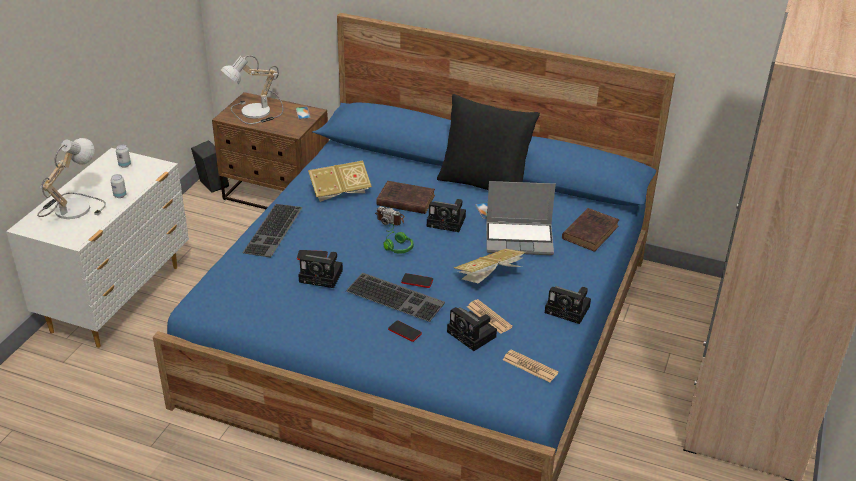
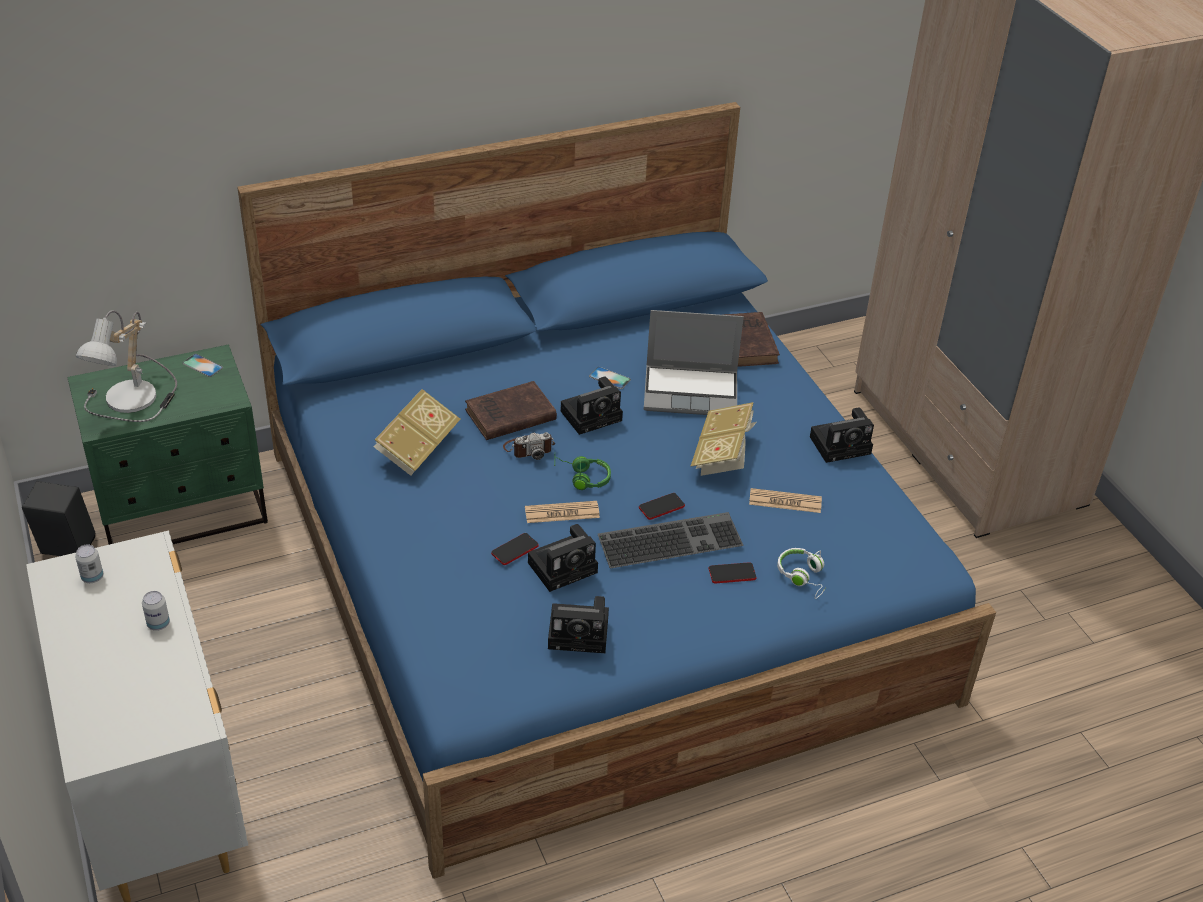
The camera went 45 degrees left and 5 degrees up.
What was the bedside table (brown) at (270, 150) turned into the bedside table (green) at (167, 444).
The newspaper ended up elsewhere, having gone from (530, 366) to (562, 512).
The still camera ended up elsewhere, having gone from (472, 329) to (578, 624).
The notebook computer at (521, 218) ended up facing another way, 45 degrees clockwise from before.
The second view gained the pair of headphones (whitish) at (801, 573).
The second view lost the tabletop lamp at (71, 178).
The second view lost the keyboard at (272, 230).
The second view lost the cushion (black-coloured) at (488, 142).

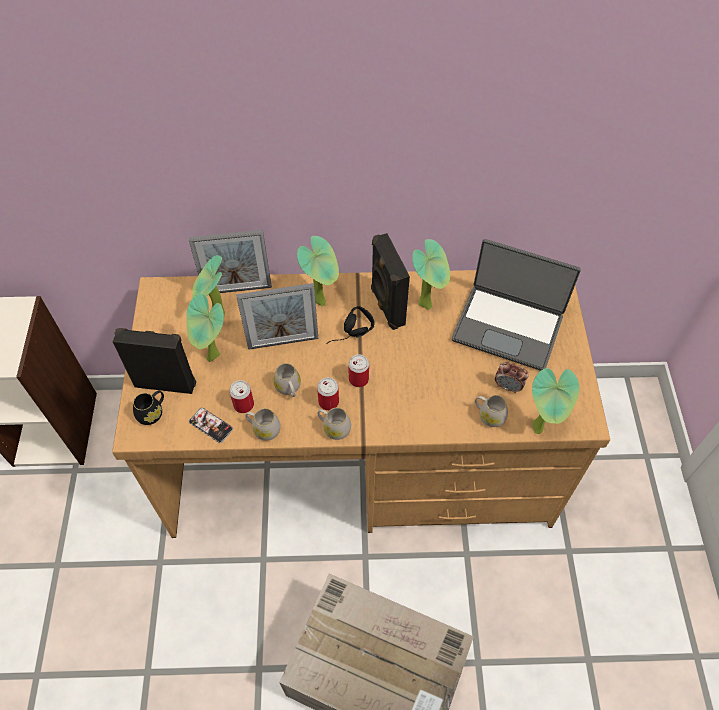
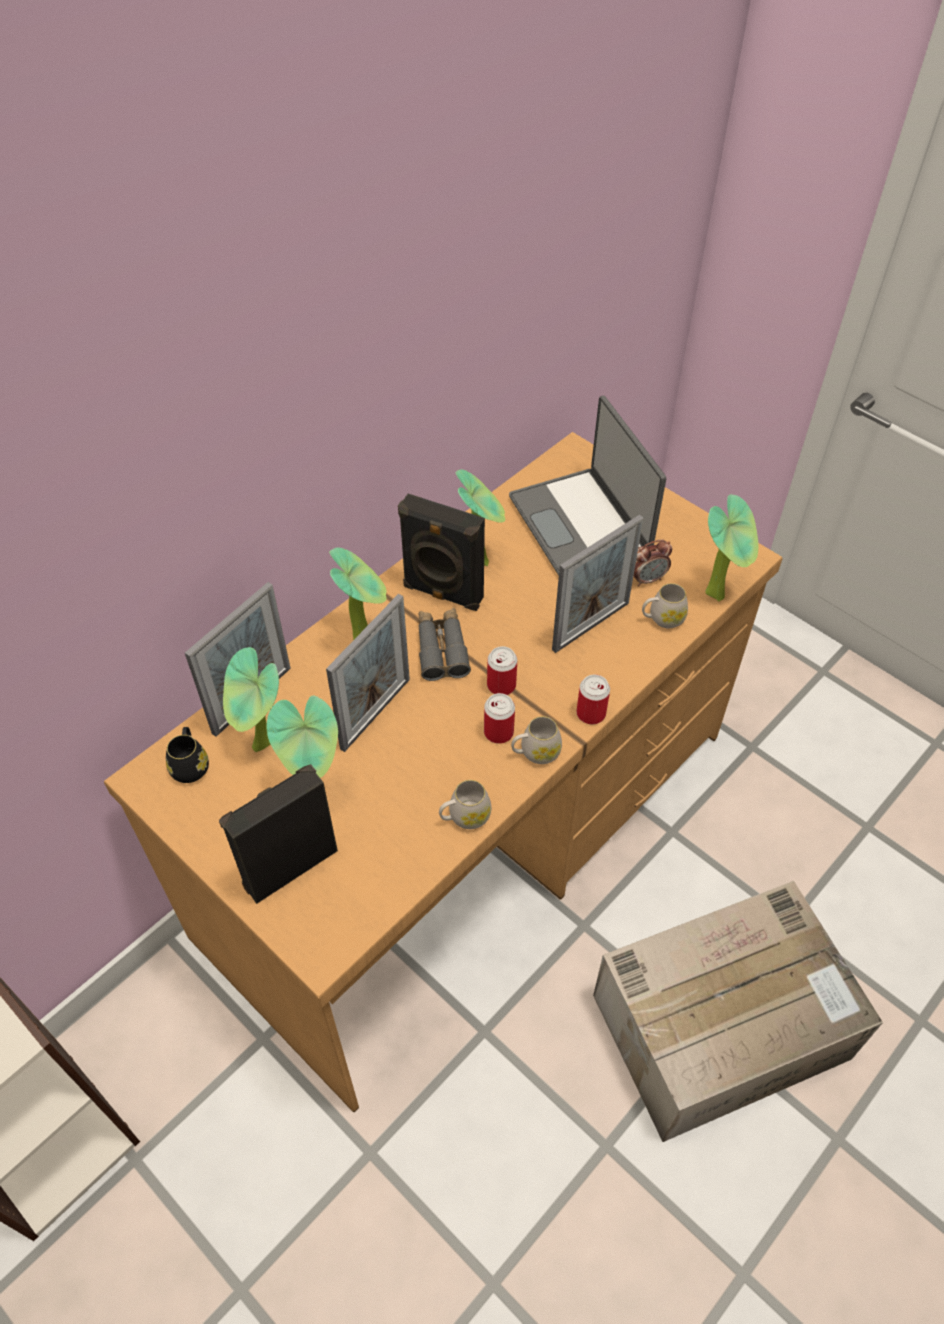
The camera went 45 degrees left and 5 degrees down.
The mug (black-coloured) ended up elsewhere, having gone from (148, 408) to (187, 755).
Where the pair of headphones (black-coloured) stood at (351, 325), the binoculars (gray) came to stand at (445, 644).
The notebook computer at (516, 305) ended up facing another way, 90 degrees clockwise from before.
The second view gained the standing frame at (598, 584).
The metal can ended up elsewhere, having gone from (241, 396) to (593, 699).
The second view lost the handset at (211, 425).
The second view lost the mug (whitish) at (287, 380).

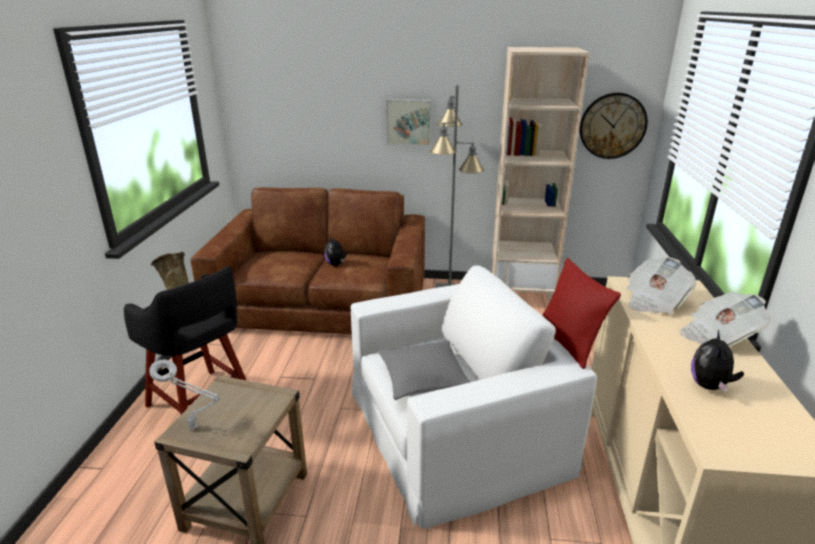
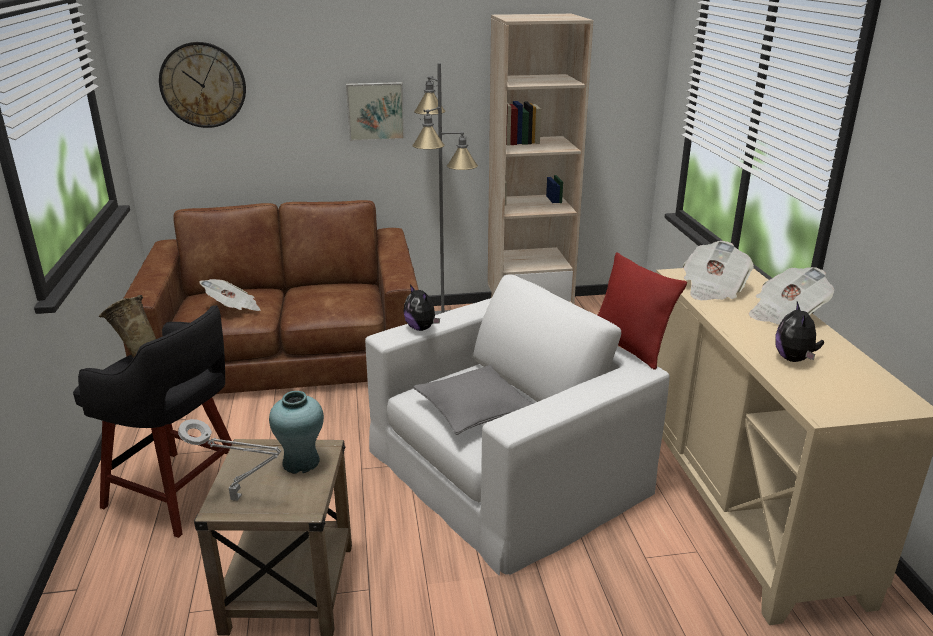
The camera went 15 degrees left and 0 degrees up.
The clock on the wall ended up elsewhere, having gone from (614, 126) to (202, 85).
The second view gained the newspaper at (230, 295).
The second view gained the flower vase (turquoise) at (296, 432).
The cuddly toy ended up elsewhere, having gone from (335, 251) to (421, 308).

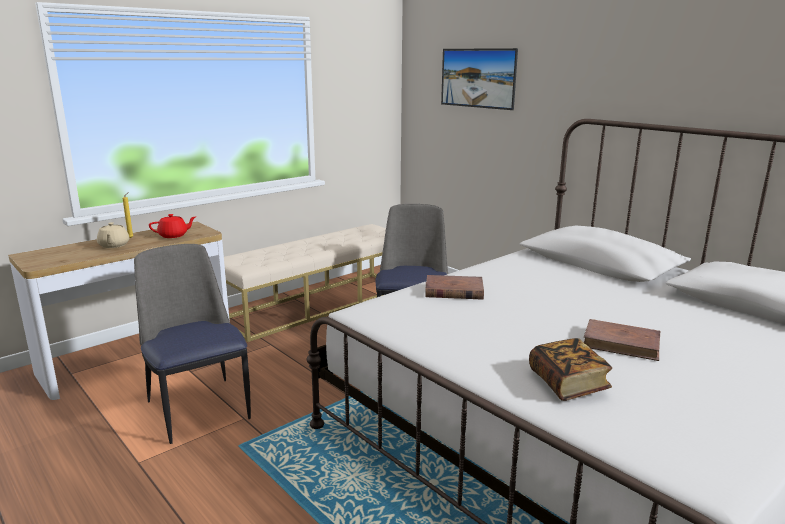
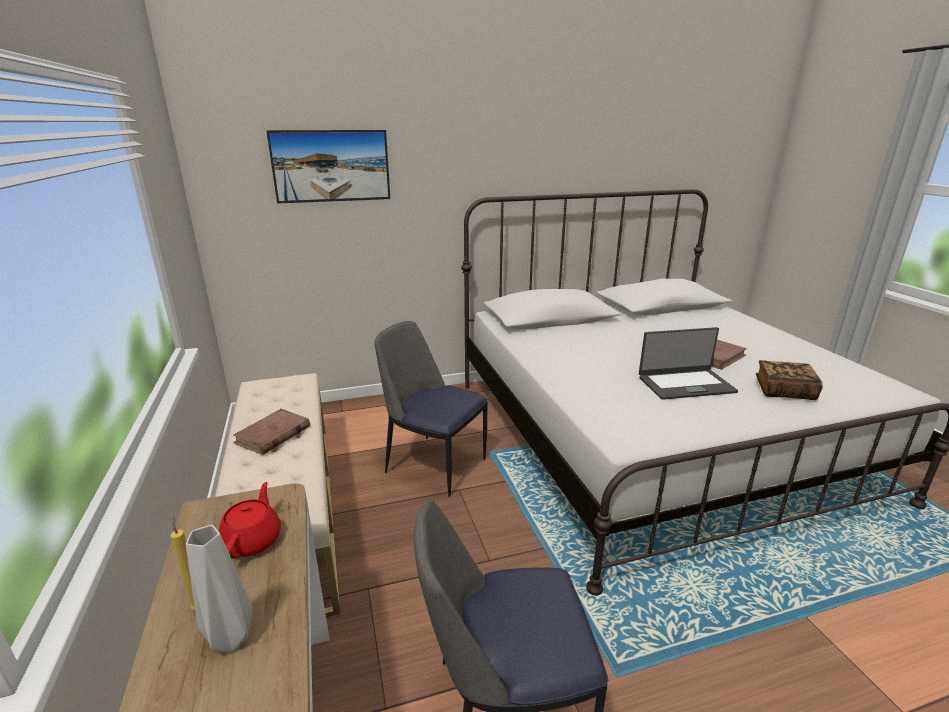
The camera went 65 degrees left and 5 degrees up.
Where the teapot (beige) stood at (113, 235), the flower vase (gray) came to stand at (219, 589).
The book (brown) ended up elsewhere, having gone from (454, 287) to (271, 432).
The second view gained the notebook computer at (688, 363).

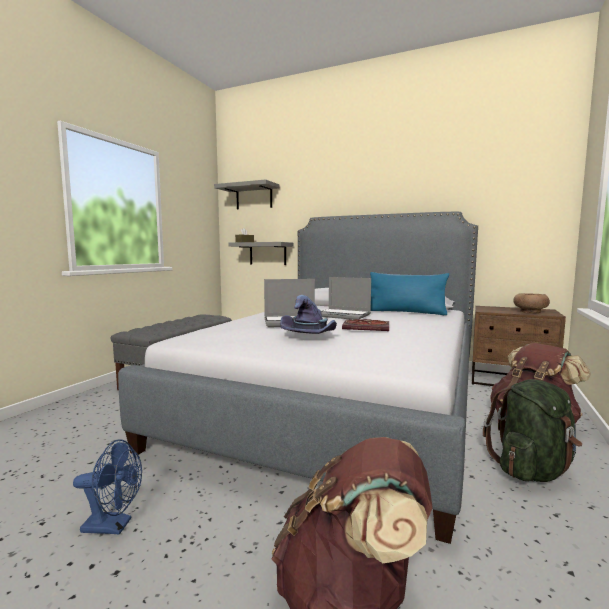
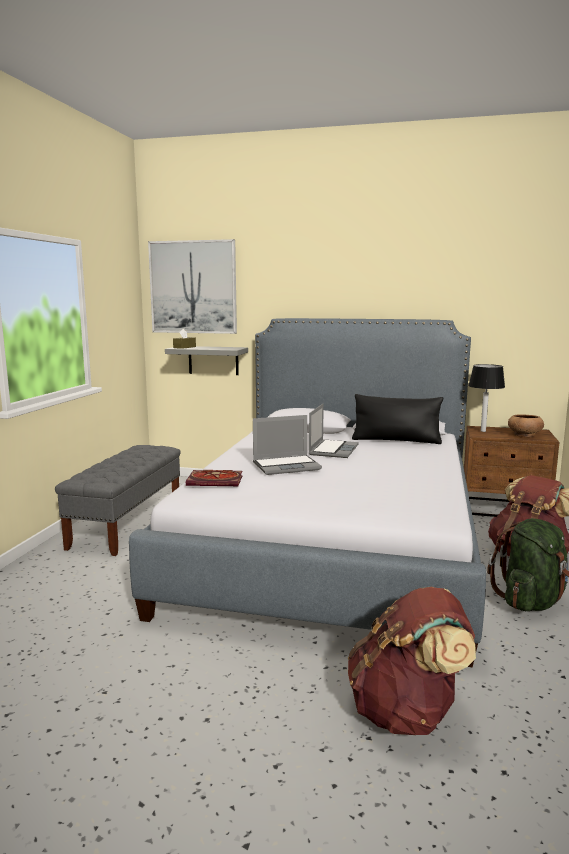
The camera went 10 degrees left and 5 degrees up.
Where the bracket shelf (gray) hung at (246, 194), the wall picture came to hang at (192, 286).
The book ended up elsewhere, having gone from (365, 325) to (214, 478).
The notebook computer at (346, 298) ended up facing another way, 90 degrees counterclockwise from before.
What was the cushion (bluish) at (409, 293) turned into the cushion (black-coloured) at (397, 419).
The second view gained the tabletop lamp at (486, 398).
The second view lost the cooling fan (bluish) at (107, 486).
The second view lost the hat (purple) at (308, 314).

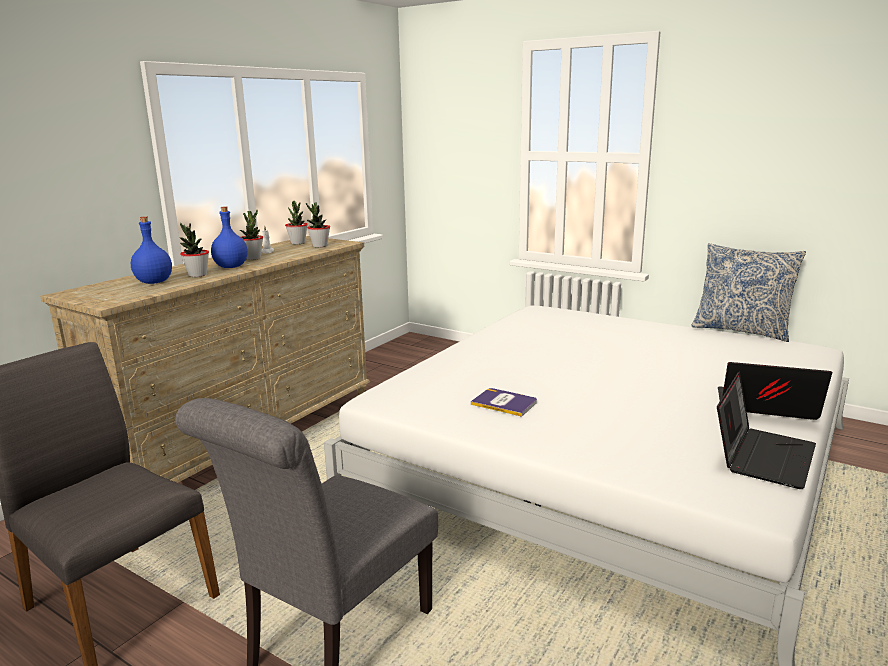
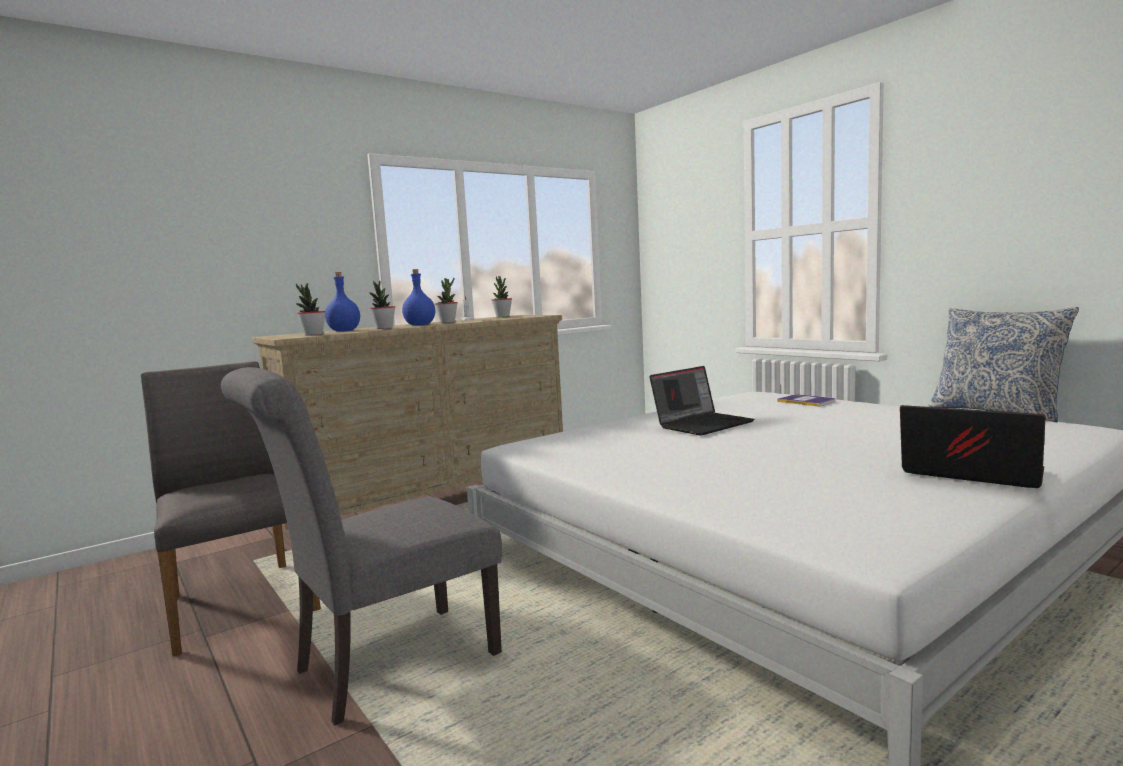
The camera went 20 degrees right and 10 degrees down.
The plant in a pot ended up elsewhere, having gone from (318, 225) to (311, 309).
The notebook computer ended up elsewhere, having gone from (766, 430) to (701, 401).
The book ended up elsewhere, having gone from (504, 402) to (806, 400).

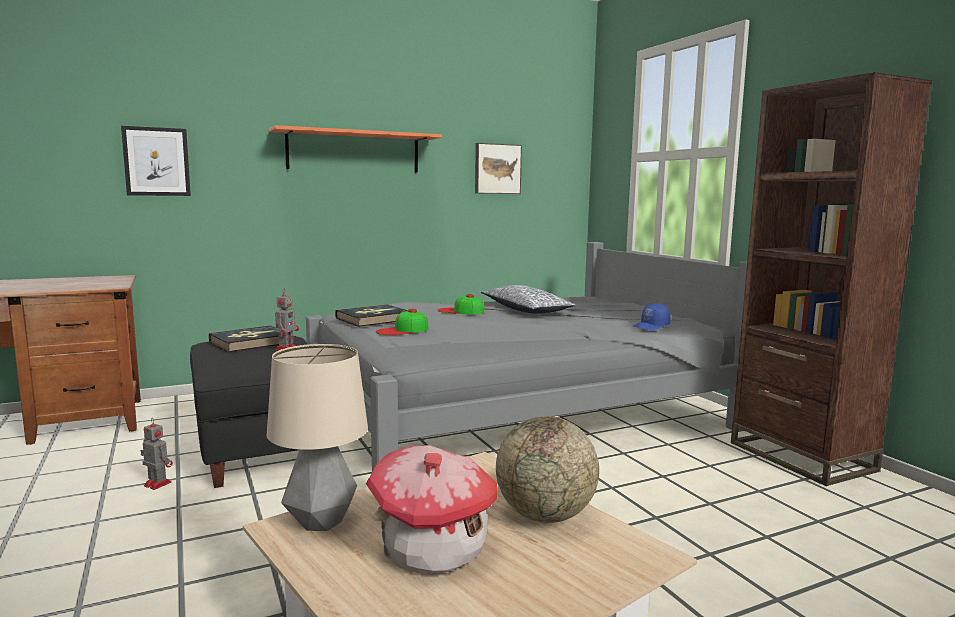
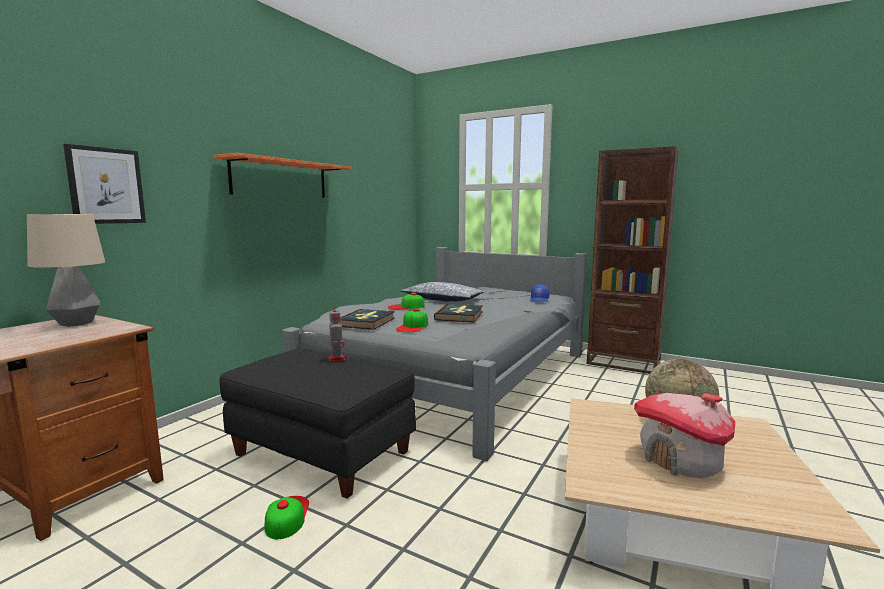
The camera went 35 degrees left and 0 degrees up.
The tabletop lamp ended up elsewhere, having gone from (317, 437) to (66, 270).
Where the model robot stood at (157, 454), the peaked cap came to stand at (287, 517).
The book ended up elsewhere, having gone from (244, 338) to (458, 313).
The second view lost the wall picture at (498, 168).

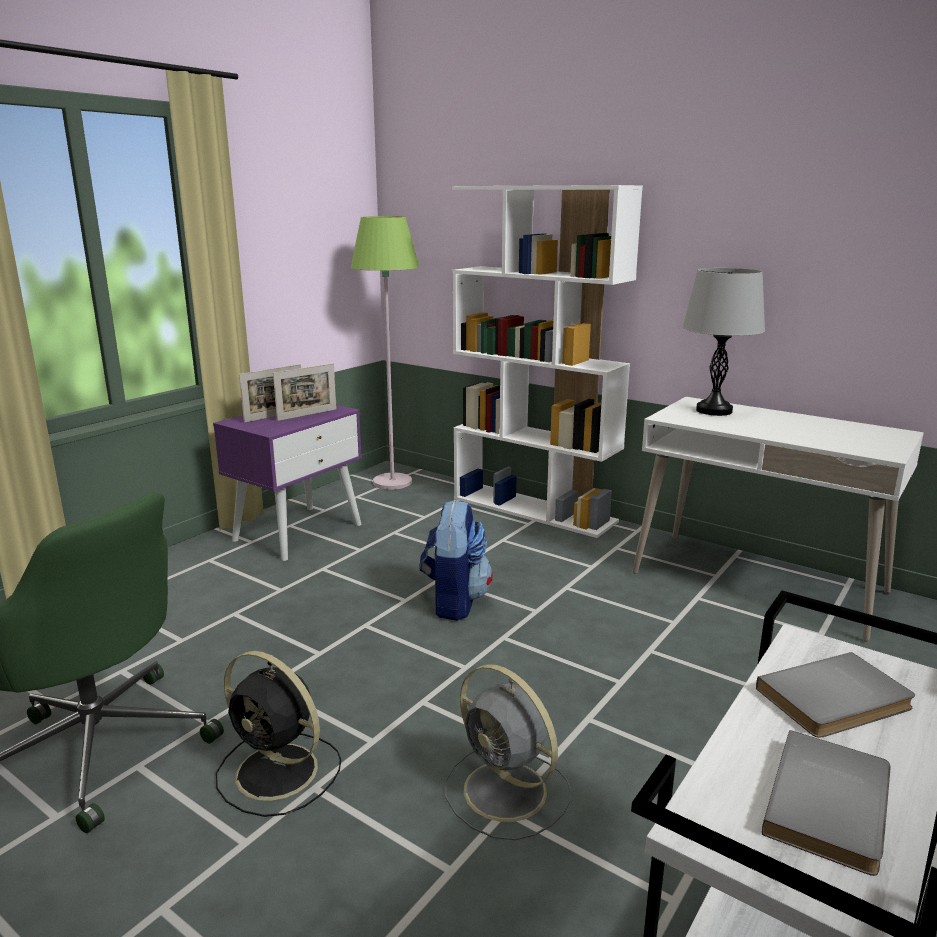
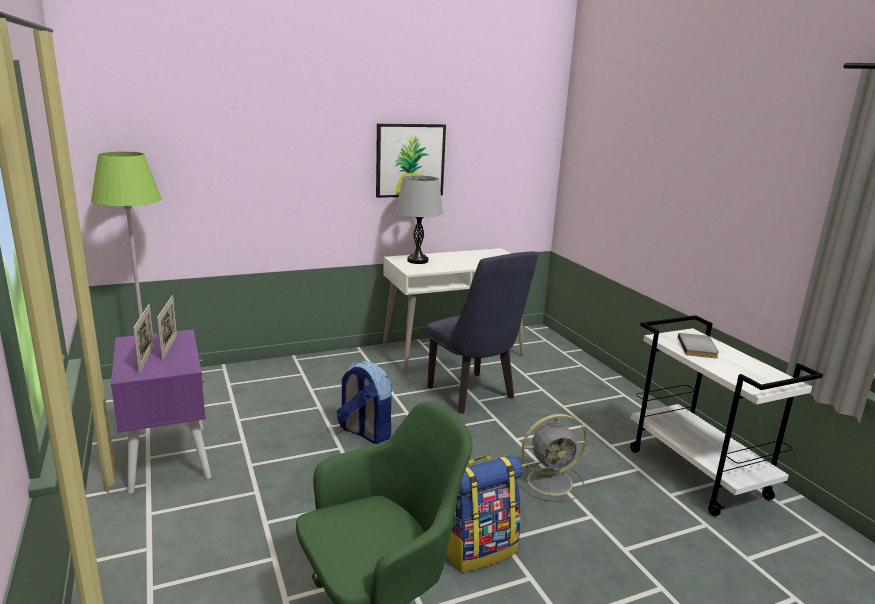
The camera went 60 degrees left and 0 degrees up.
The second view gained the wall picture at (411, 161).
The second view gained the chair (bluish) at (482, 332).
Where the cooling fan (black-coloured) stood at (278, 734), the backpack came to stand at (484, 513).
The second view lost the bookcase (whitish) at (547, 361).
The second view lost the book (gray) at (826, 803).

